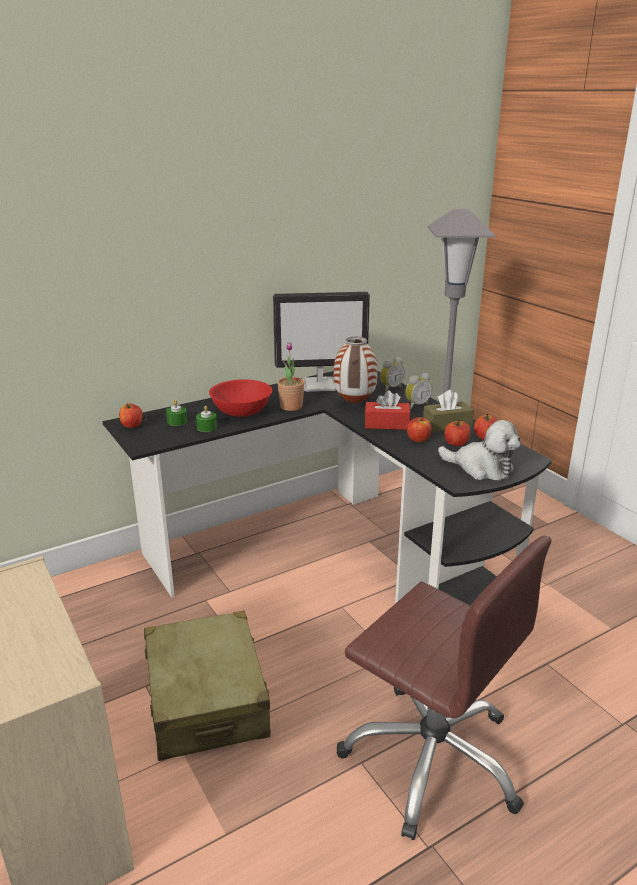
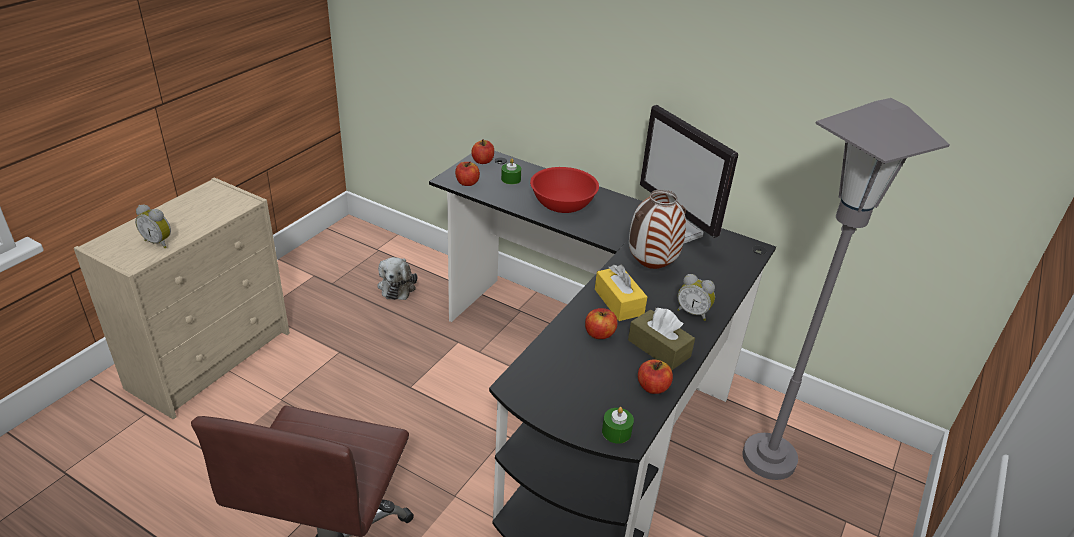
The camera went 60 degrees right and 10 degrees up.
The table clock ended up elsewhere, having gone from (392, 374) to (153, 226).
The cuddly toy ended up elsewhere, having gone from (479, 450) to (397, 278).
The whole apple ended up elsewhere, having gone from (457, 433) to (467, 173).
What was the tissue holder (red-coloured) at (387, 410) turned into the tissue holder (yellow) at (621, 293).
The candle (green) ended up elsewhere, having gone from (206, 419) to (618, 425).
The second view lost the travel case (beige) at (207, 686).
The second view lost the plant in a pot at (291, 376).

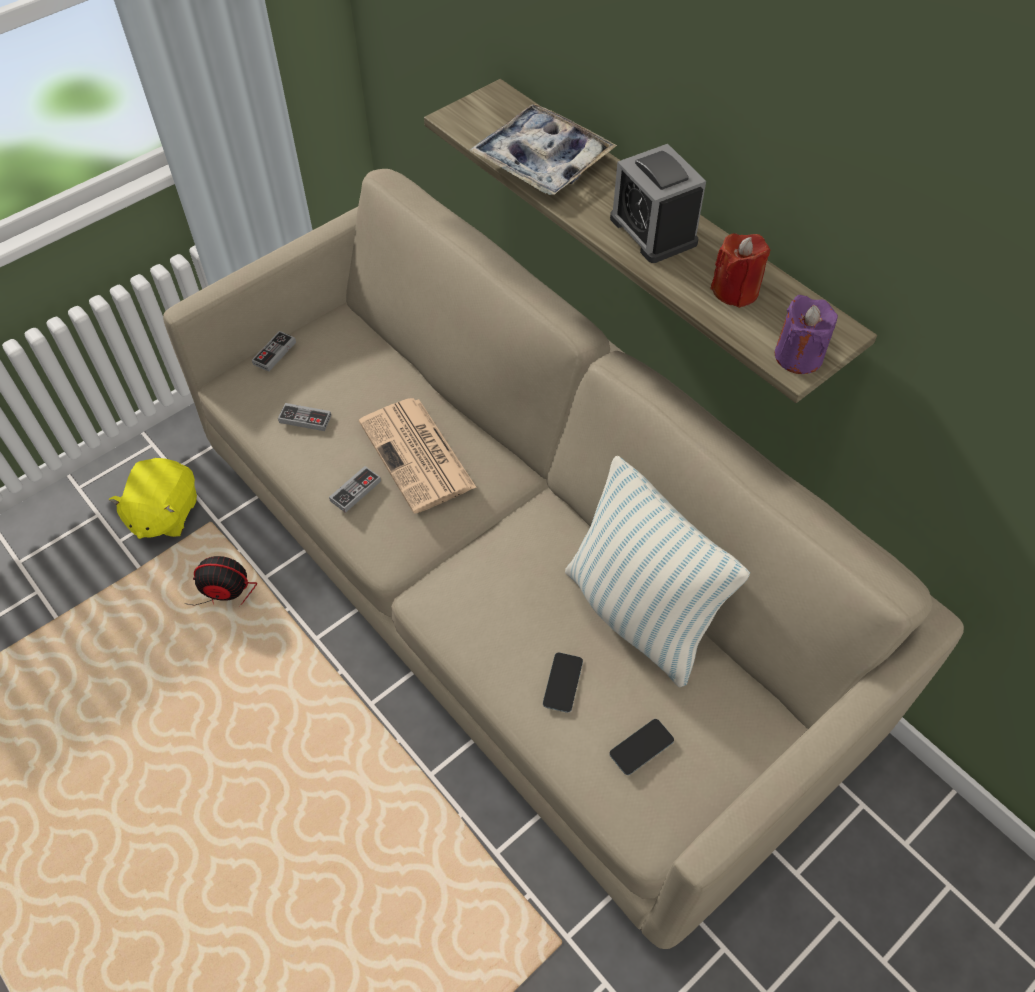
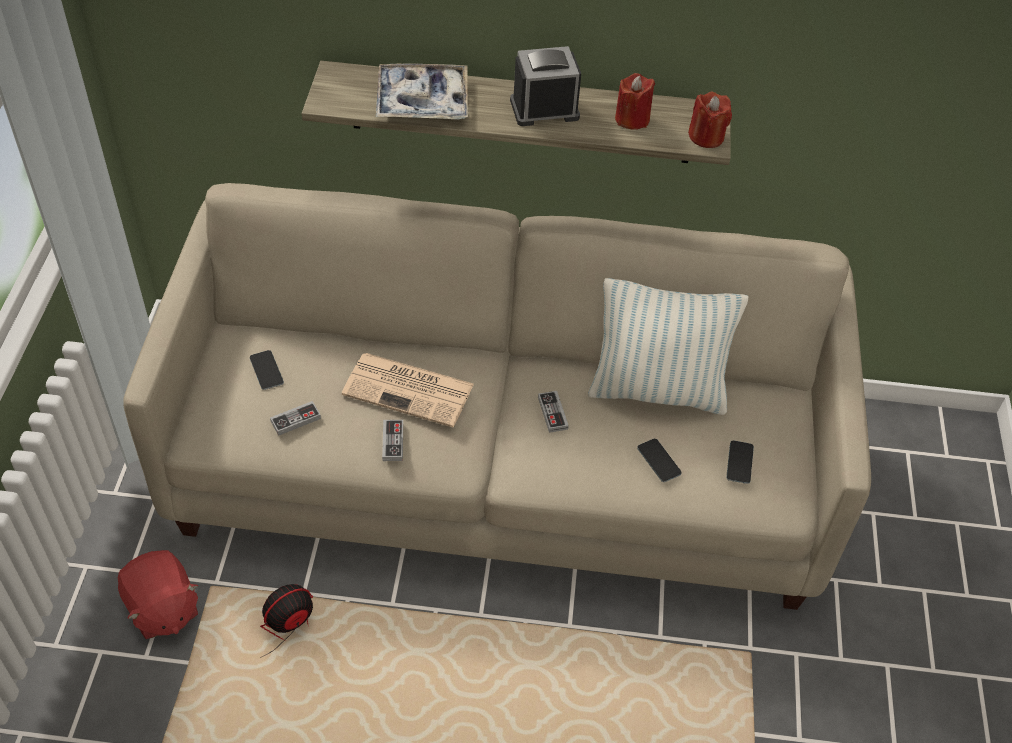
The camera went 45 degrees left and 5 degrees down.
What was the cuddly toy (yellow) at (153, 498) turned into the cuddly toy (red-coloured) at (158, 594).
The second view gained the handset at (267, 370).
The table clock at (658, 203) ended up facing another way, 150 degrees clockwise from before.
The joypad ended up elsewhere, having gone from (274, 351) to (553, 412).
What was the candle (purple) at (806, 334) turned into the candle (red-coloured) at (710, 119).

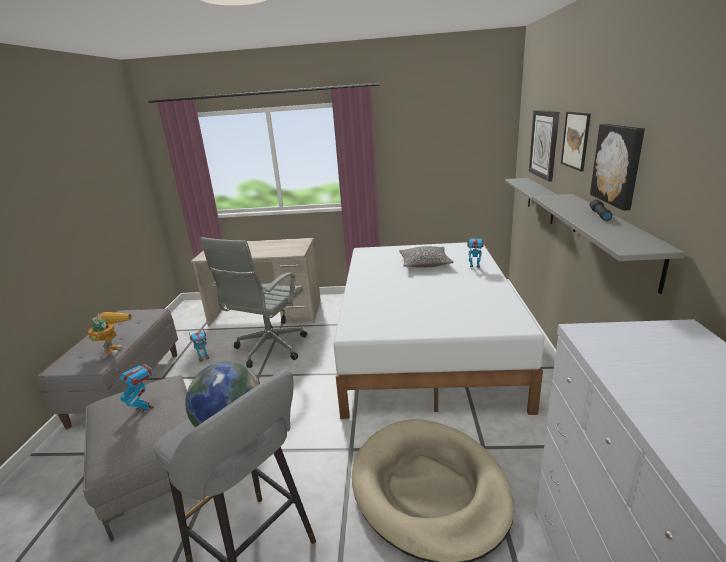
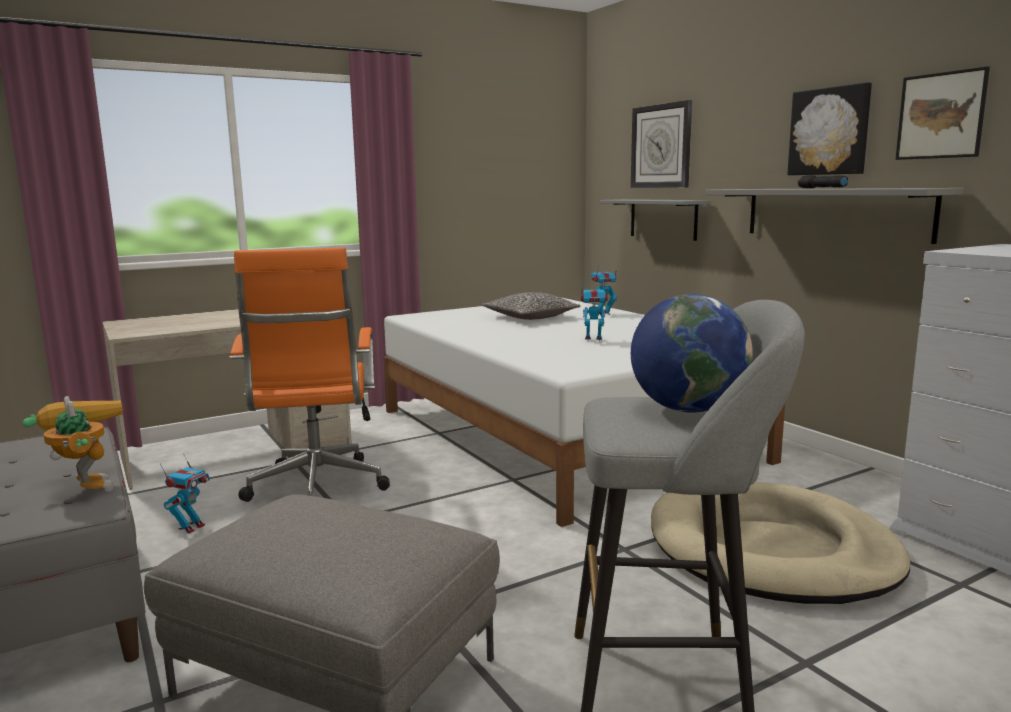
The camera went 35 degrees left and 10 degrees down.
What was the computer chair (gray) at (253, 302) turned into the computer chair (orange) at (310, 374).
The model robot ended up elsewhere, having gone from (134, 389) to (594, 312).
The wall picture ended up elsewhere, having gone from (576, 141) to (943, 113).

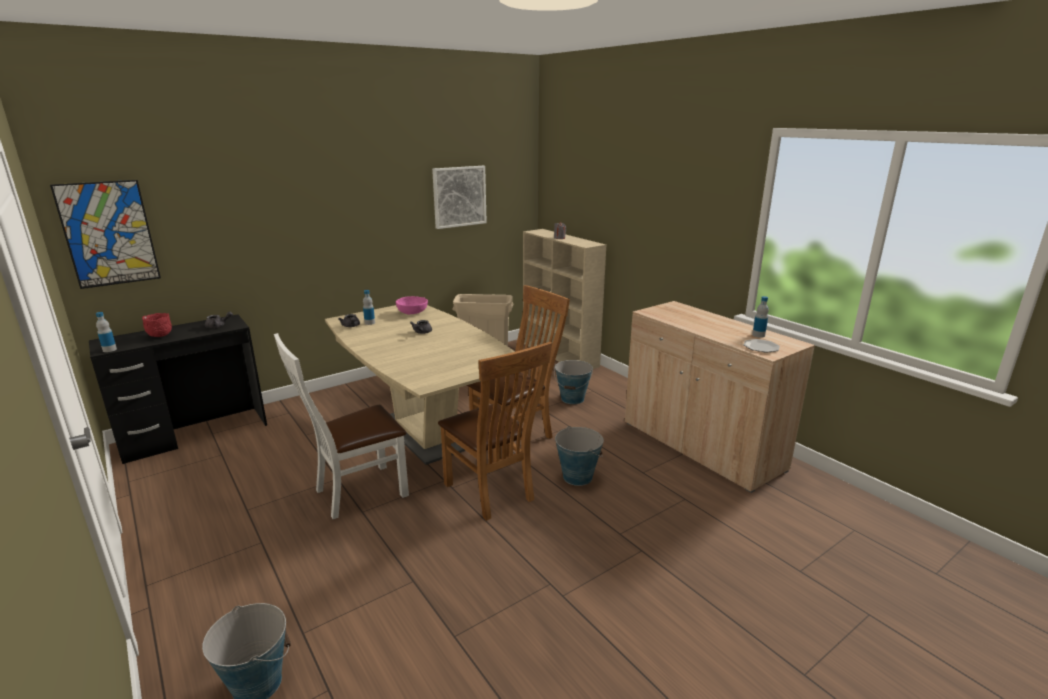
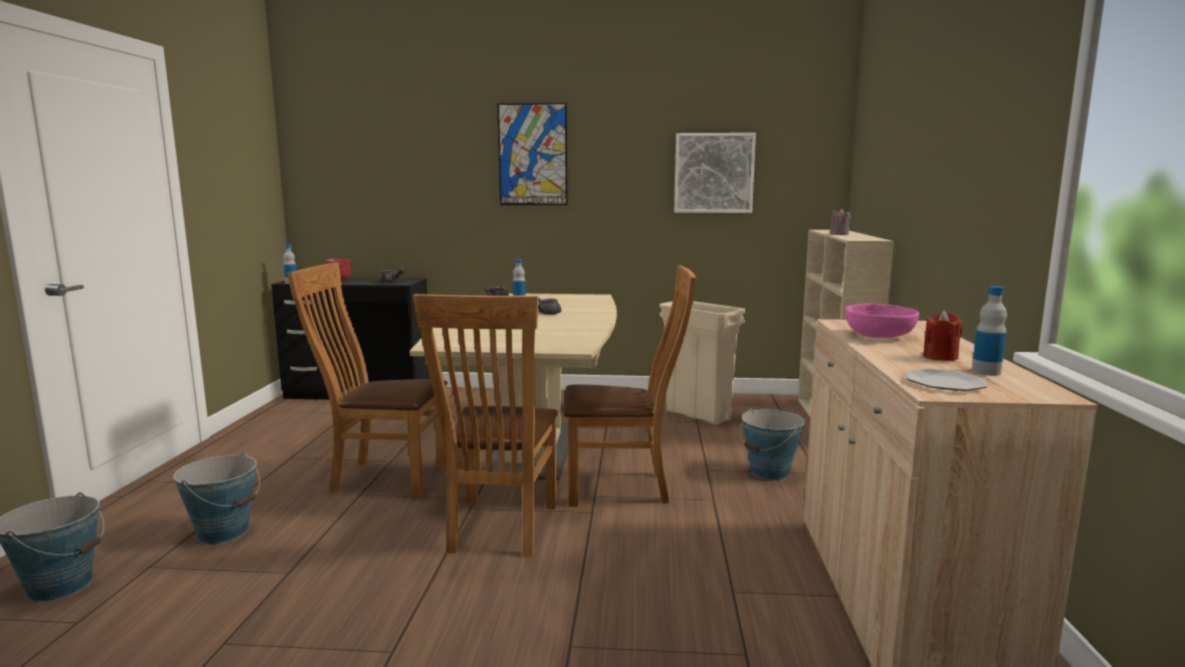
The camera went 40 degrees right and 10 degrees down.
The water bucket ended up elsewhere, having gone from (579, 456) to (216, 498).
What was the chair (whitish) at (341, 426) turned into the chair (brown) at (367, 380).
The wall picture ended up elsewhere, having gone from (105, 234) to (532, 154).
The deep dish (pink-coloured) ended up elsewhere, having gone from (412, 305) to (882, 321).
The second view gained the candle (red-coloured) at (943, 335).

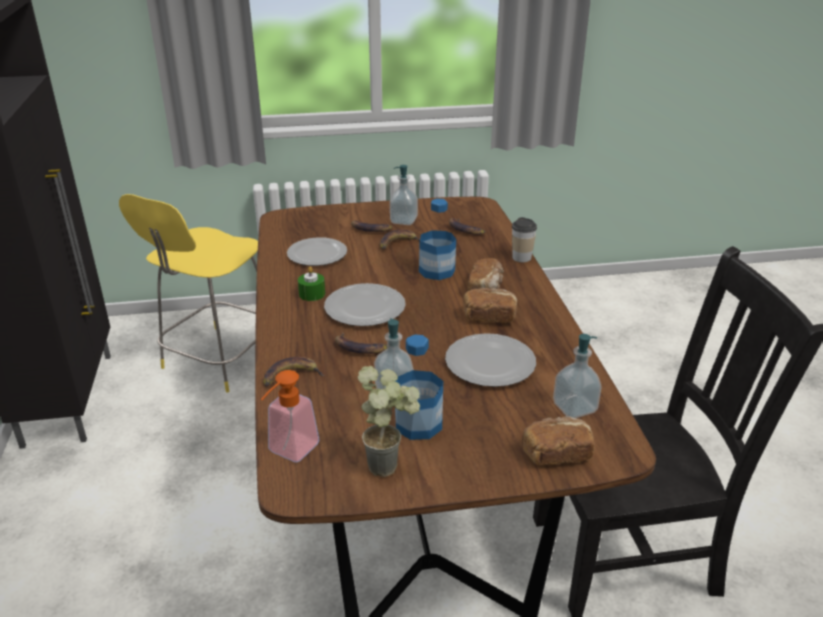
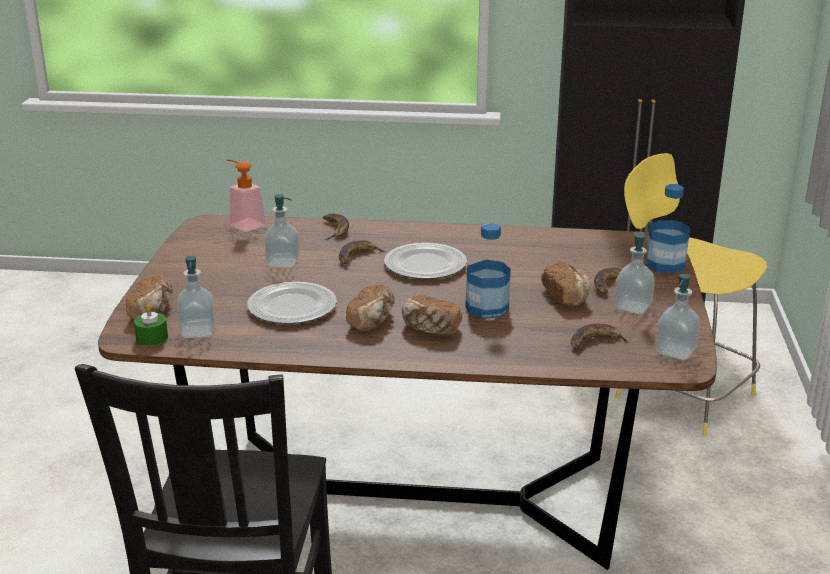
The camera went 105 degrees right and 5 degrees down.
The candle (green) ended up elsewhere, having gone from (311, 283) to (151, 325).
Where the banana fruit stood at (400, 239), the baked bread came to stand at (565, 283).
The bottle ended up elsewhere, having gone from (419, 387) to (668, 229).
The second view gained the soap bottle at (677, 317).
The second view lost the dinner plate at (317, 251).
The second view lost the plant in a pot at (389, 421).
The second view lost the small cup at (524, 239).

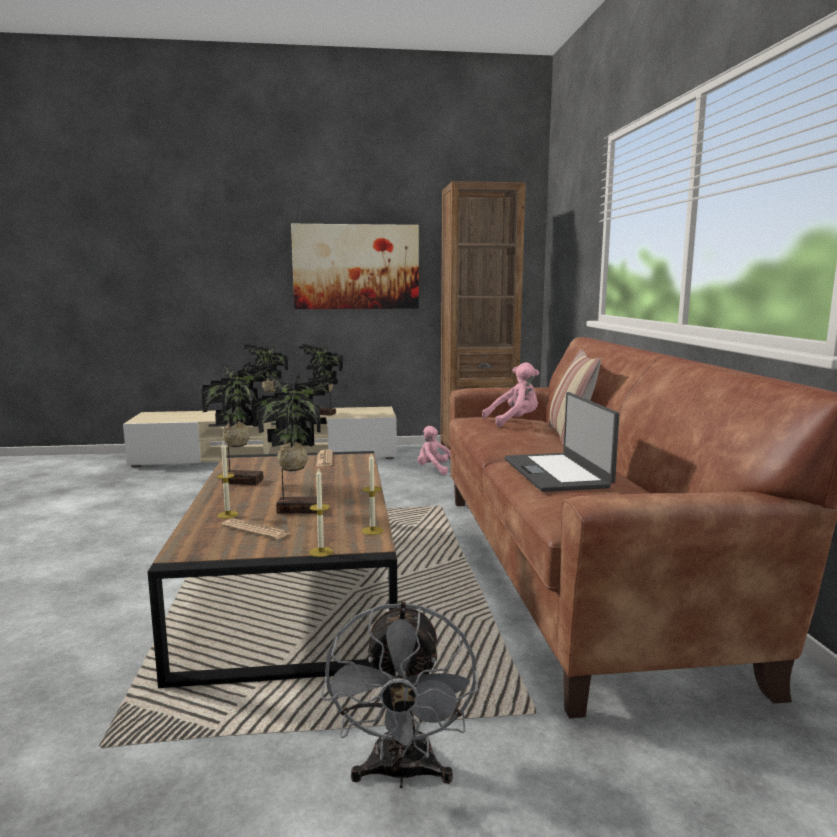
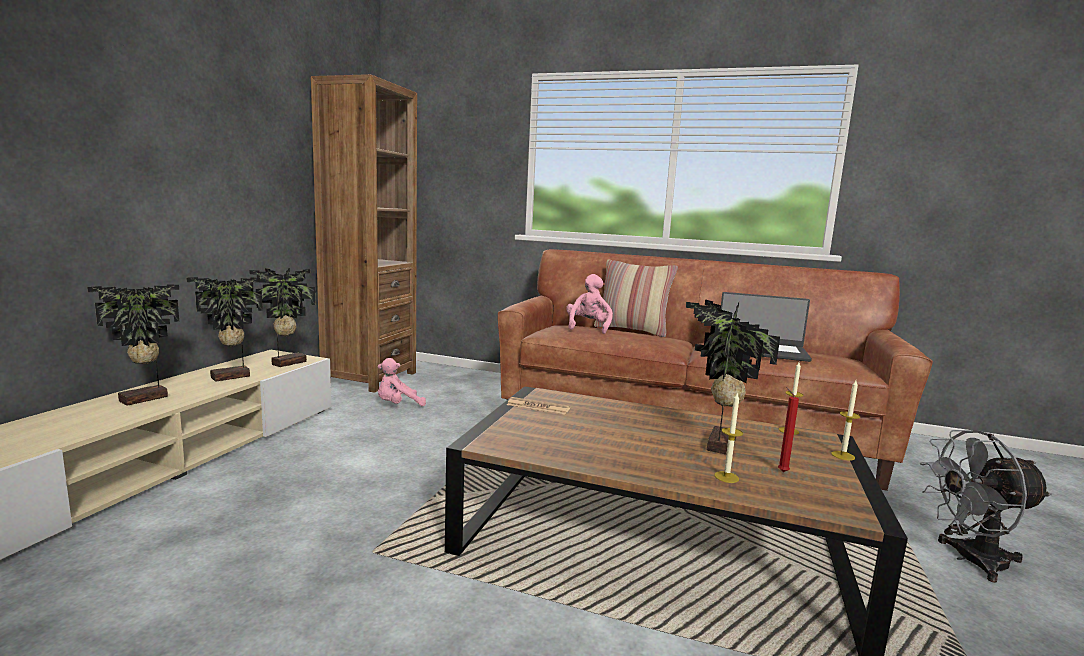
The camera went 65 degrees left and 0 degrees up.
The plant in a pot ended up elsewhere, having gone from (237, 423) to (282, 317).
Where the newspaper stood at (255, 529), the candle (red-coloured) came to stand at (788, 429).
The cooling fan (gray) at (399, 695) ended up facing another way, 150 degrees clockwise from before.
The second view lost the wall picture at (355, 266).

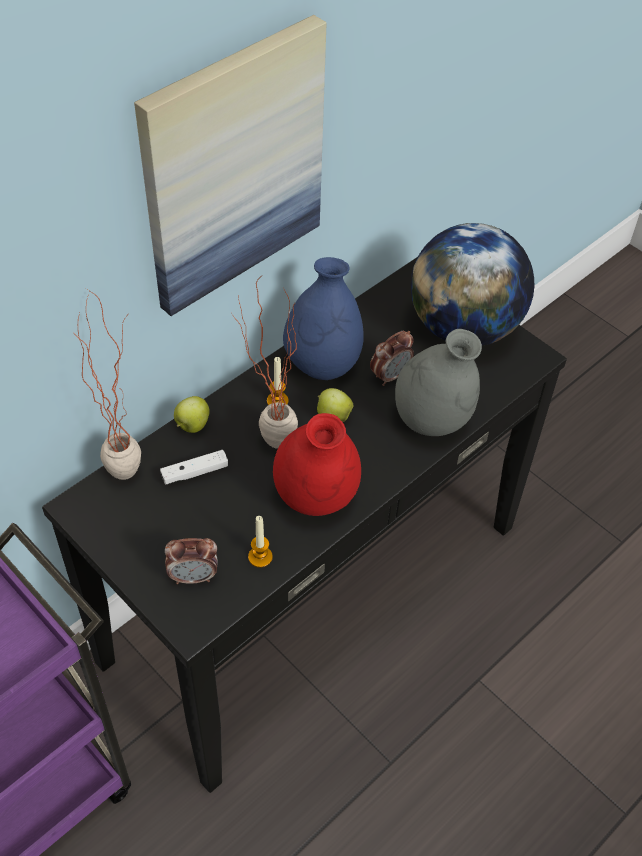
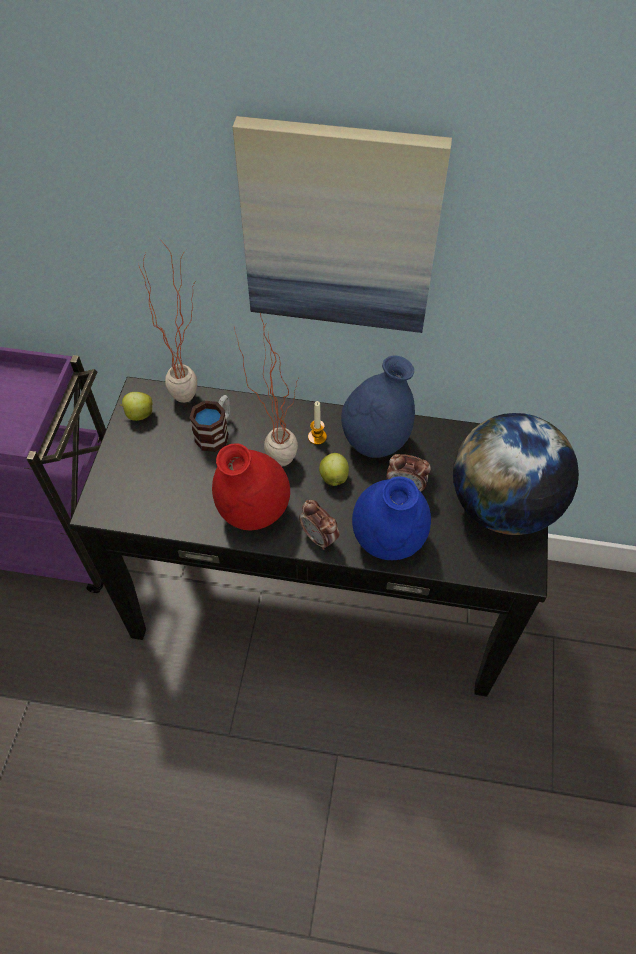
The camera went 55 degrees right and 5 degrees up.
The whole apple ended up elsewhere, having gone from (192, 414) to (136, 406).
Where the joypad (whitish) stood at (194, 467), the mug came to stand at (209, 423).
The table clock ended up elsewhere, having gone from (191, 561) to (319, 525).
What was the flower vase (gray) at (438, 382) turned into the flower vase (bluish) at (391, 518).
The second view lost the candle at (260, 542).

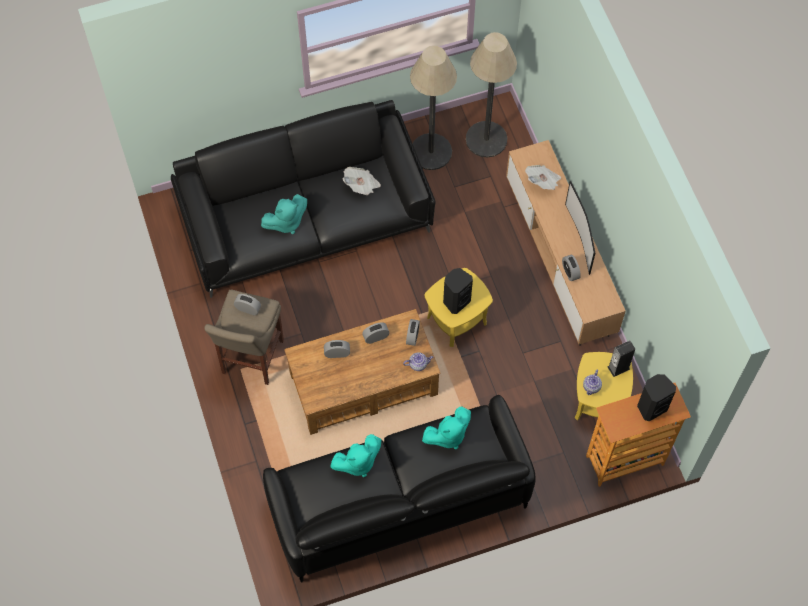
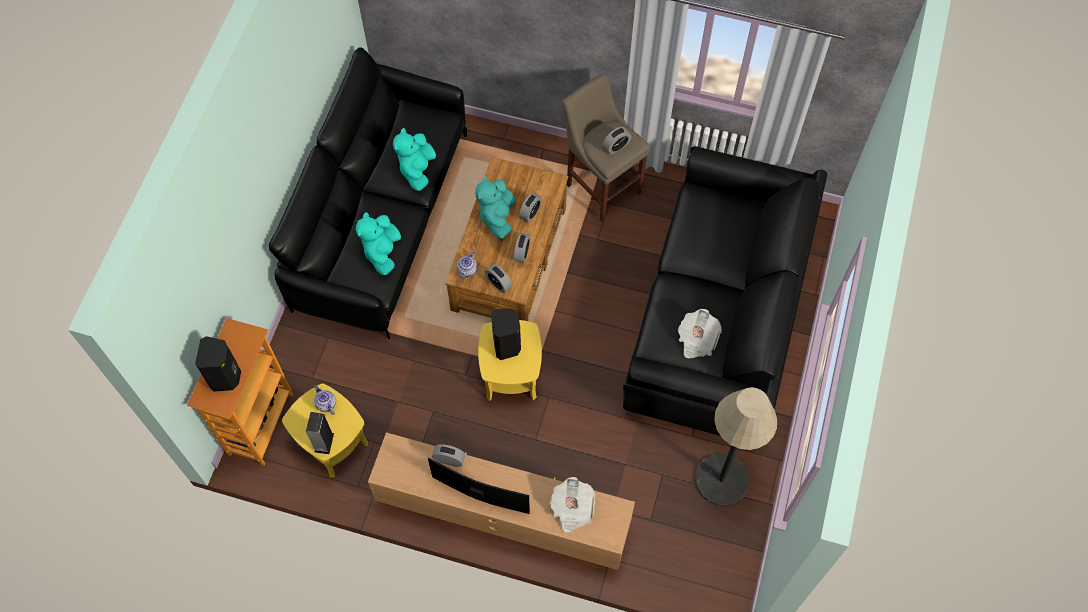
The camera went 125 degrees right and 0 degrees up.
The cuddly toy (turquoise) ended up elsewhere, having gone from (284, 214) to (495, 207).
The second view lost the floor lamp at (491, 95).

